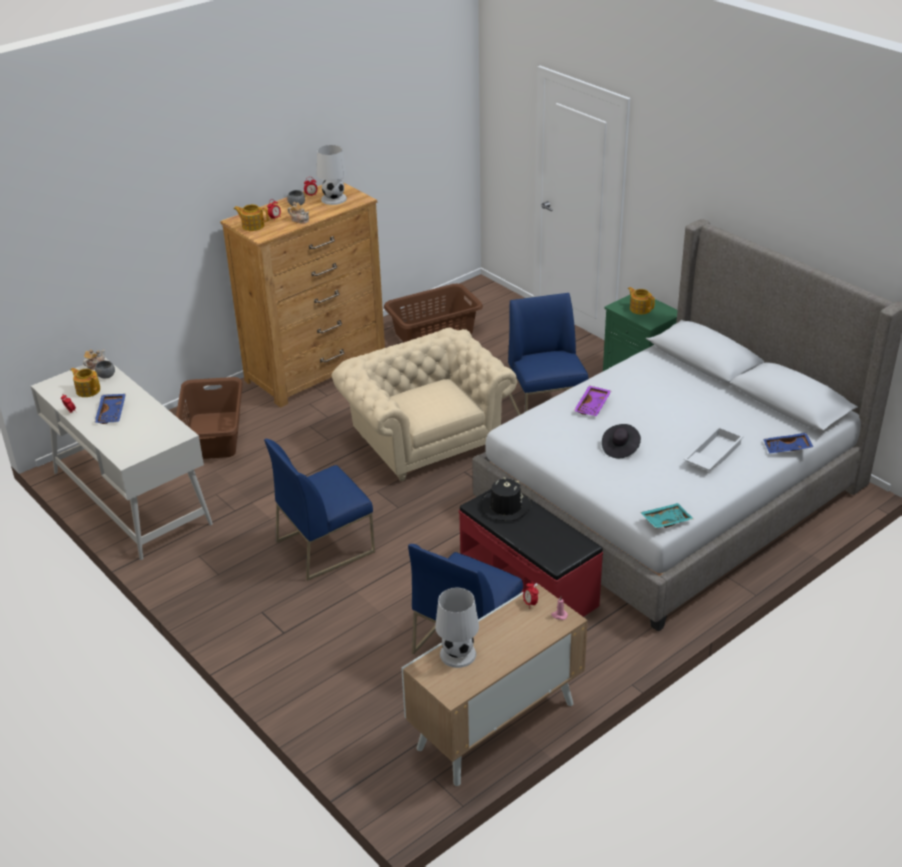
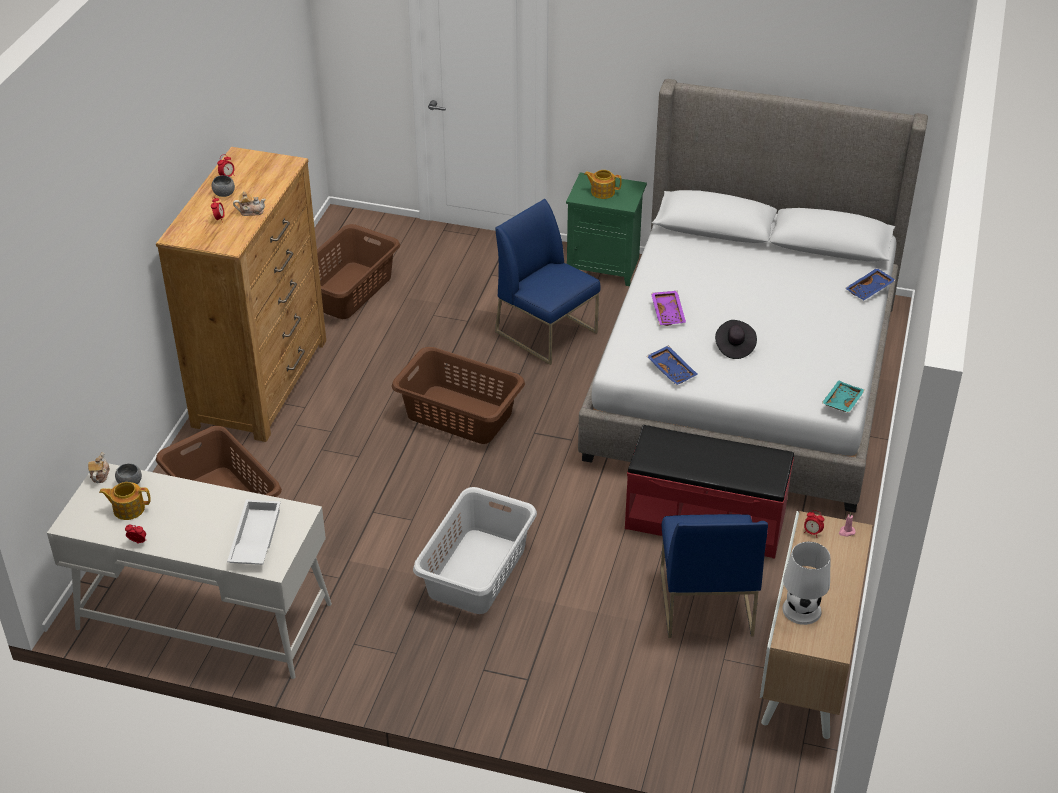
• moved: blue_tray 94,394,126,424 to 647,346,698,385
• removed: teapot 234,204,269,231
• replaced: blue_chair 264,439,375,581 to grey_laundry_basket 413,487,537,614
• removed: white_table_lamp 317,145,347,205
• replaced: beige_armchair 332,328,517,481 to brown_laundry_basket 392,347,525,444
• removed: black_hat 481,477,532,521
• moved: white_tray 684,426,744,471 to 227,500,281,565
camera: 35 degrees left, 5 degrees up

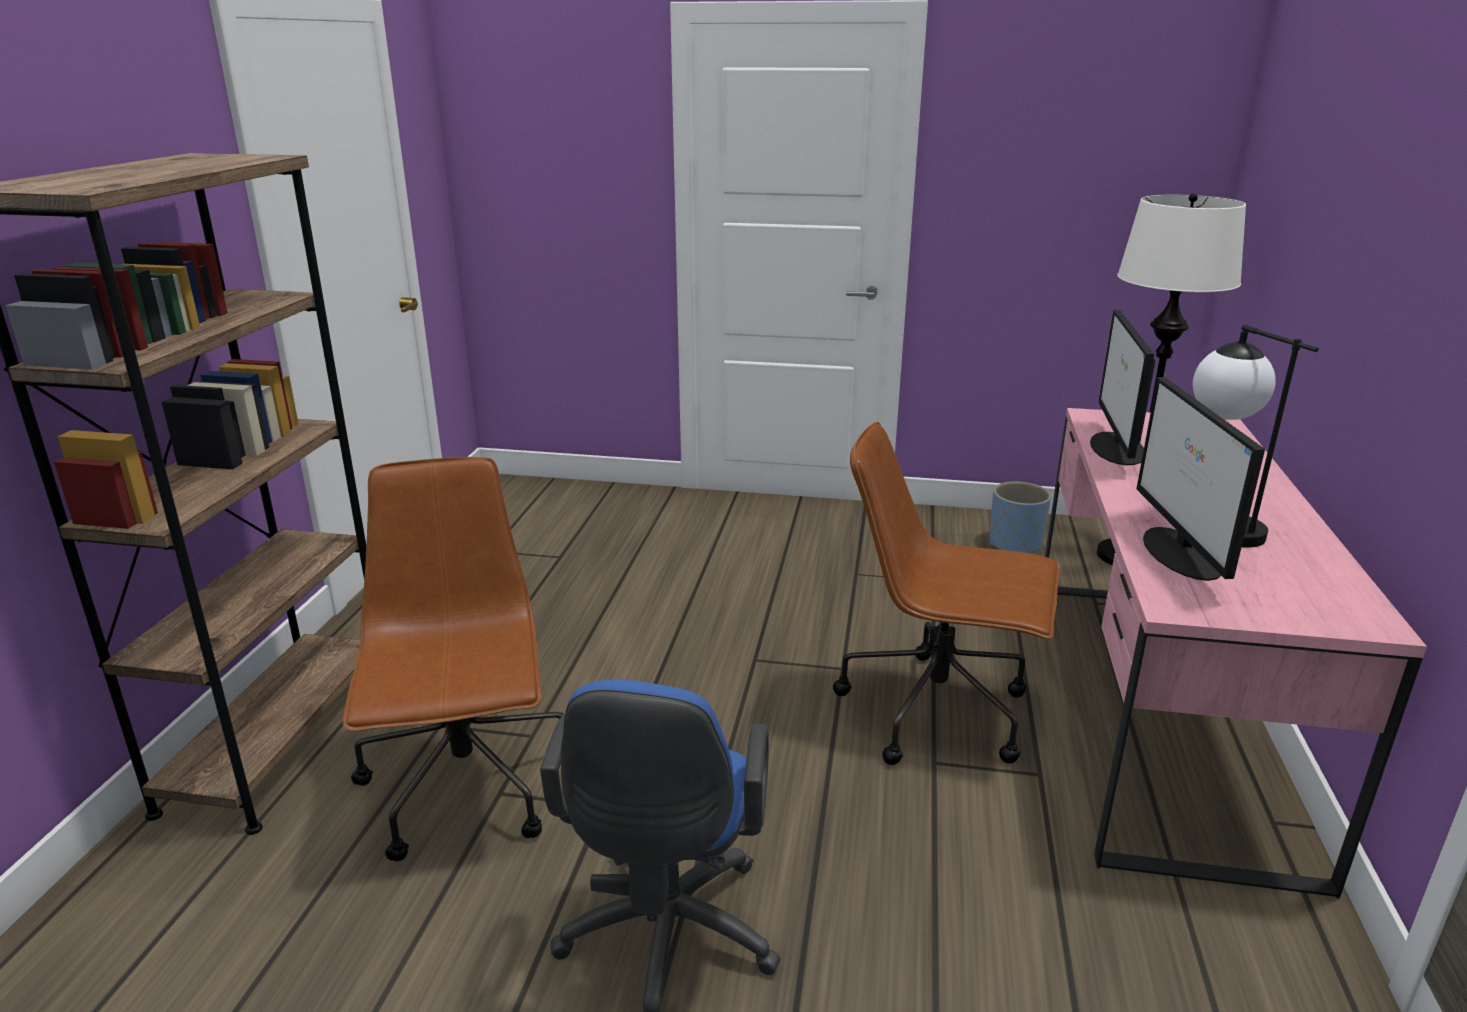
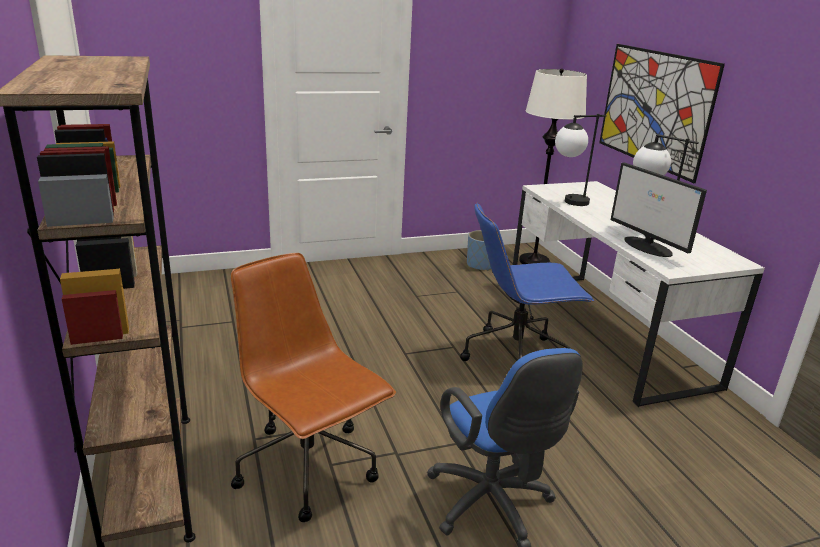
• recoloured: brown_office_chair 833,422,1060,765 to blue_office_chair 460,203,594,361
• recoloured: pink_desk 1045,408,1427,899 to white_desk 513,181,765,407
• replaced: monitor 1090,310,1155,465 to table_lamp 555,114,607,206
• added: picture 599,44,725,183
camera: 30 degrees left, 0 degrees up

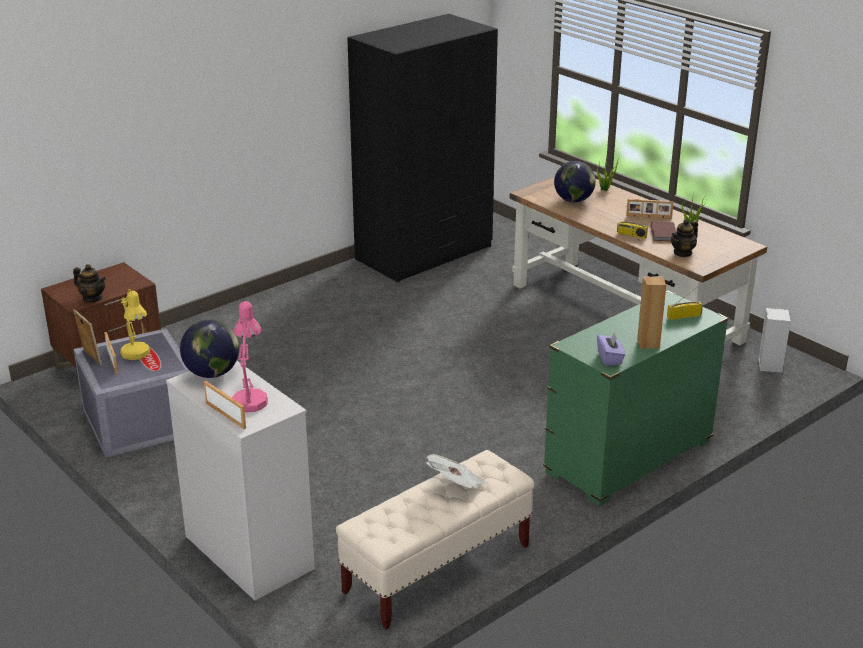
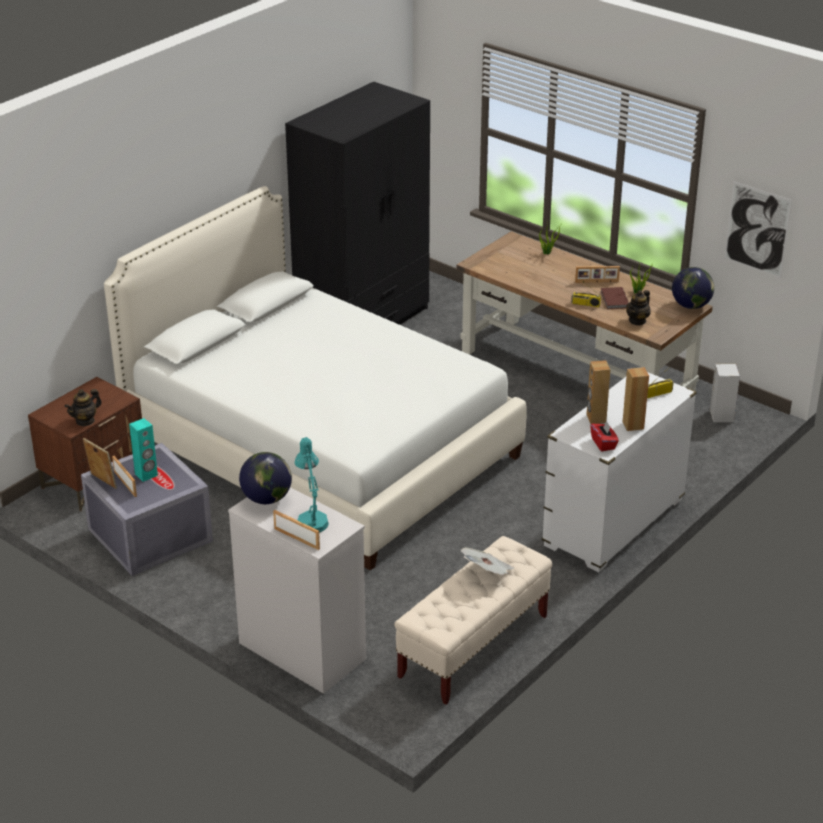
• turned: teapot 73,264,106,302 = 65,389,102,426 120 degrees clockwise
• replaced: yellow_table_lamp 120,289,150,360 to turquoise_speaker 129,418,158,482
• recoloured: pink_table_lamp 232,301,268,412 to turquoise_table_lamp 294,437,329,533
• recoloured: green_dresser 543,290,729,506 to white_dresser 542,372,697,573
• moved: globe 554,161,596,202 to 672,267,714,309
• recoloured: purple_tissue_box 597,333,625,366 to red_tissue_box 590,420,619,451
• added: white_bed 104,186,527,571
• added: brown_speaker 587,360,610,424
• added: picture 724,181,792,278
camera: 10 degrees left, 5 degrees up

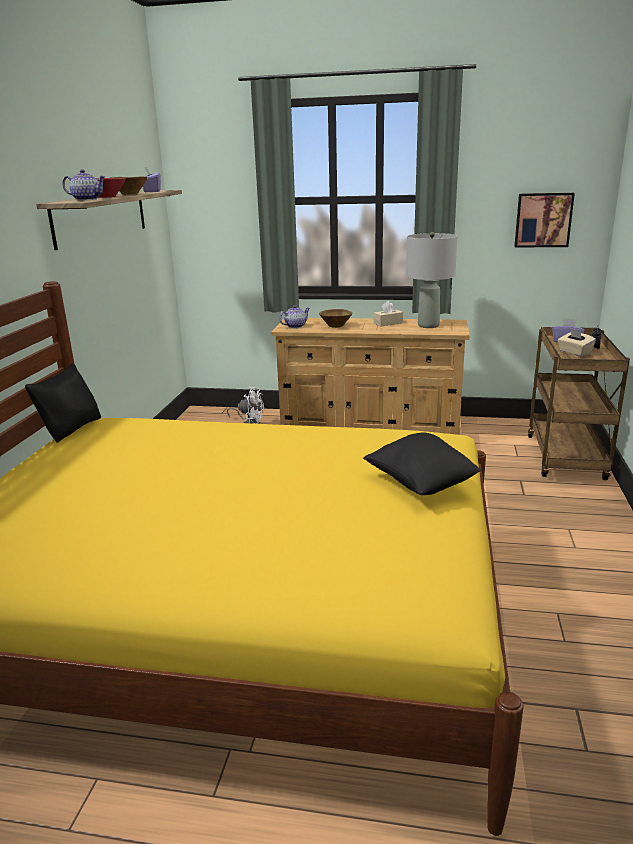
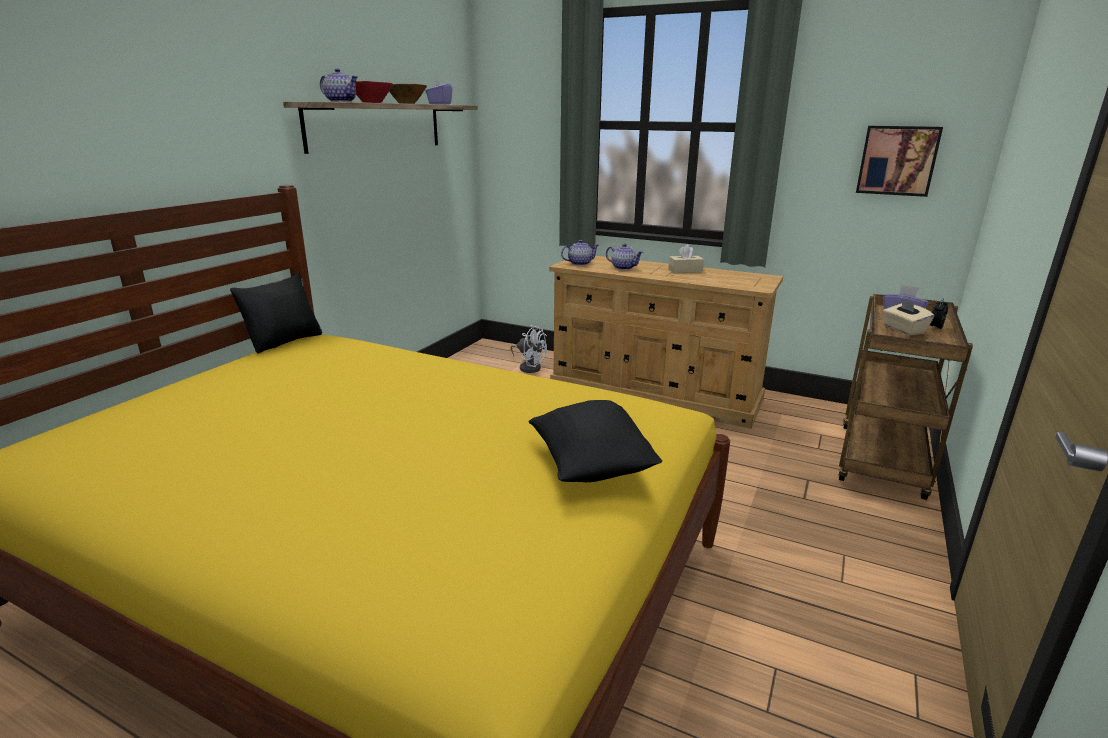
• replaced: brown_bowl 319,309,352,328 to teapot 606,243,643,270
• removed: grey_table_lamp 406,232,458,328
camera: 15 degrees right, 0 degrees up

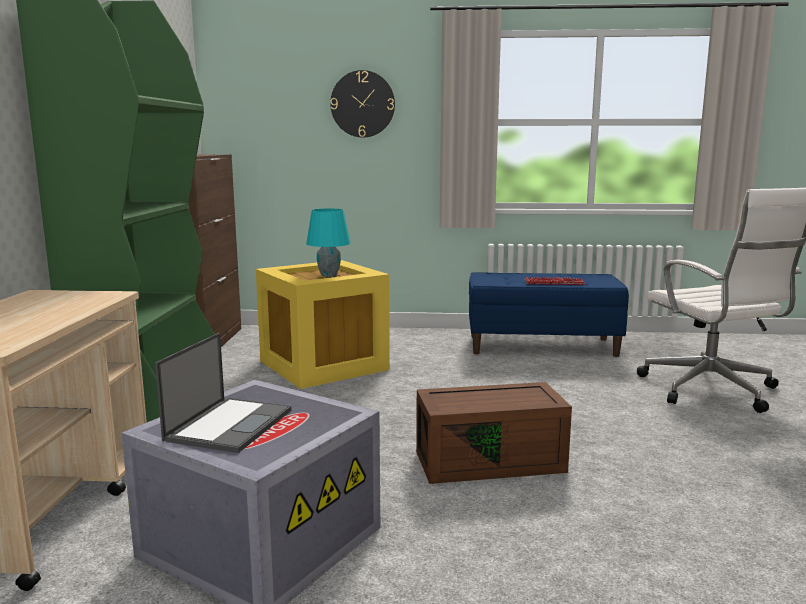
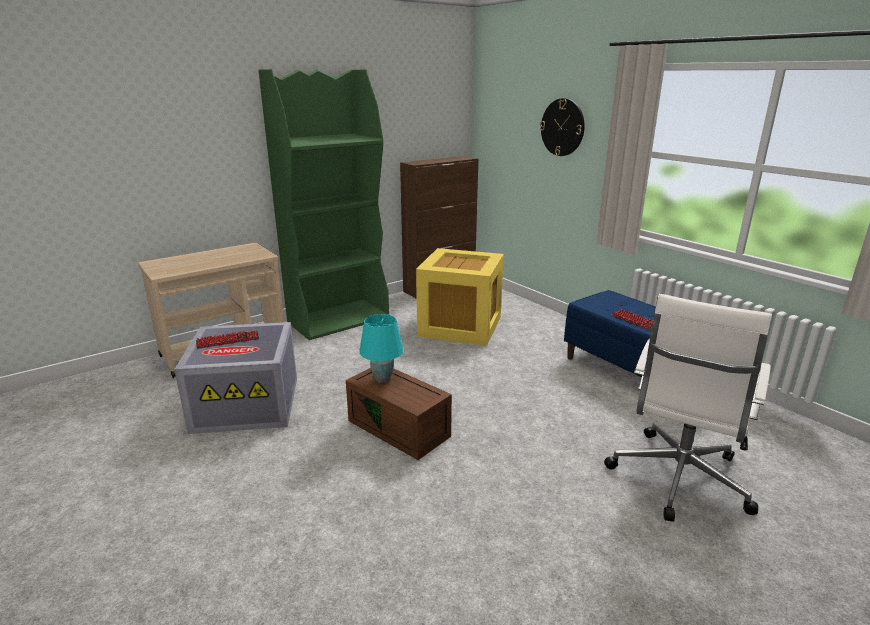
• replaced: laptop 155,333,291,453 to keyboard 196,330,259,349
• moved: turquoise_table_lamp 306,208,351,277 to 359,314,404,383
camera: 50 degrees right, 10 degrees up

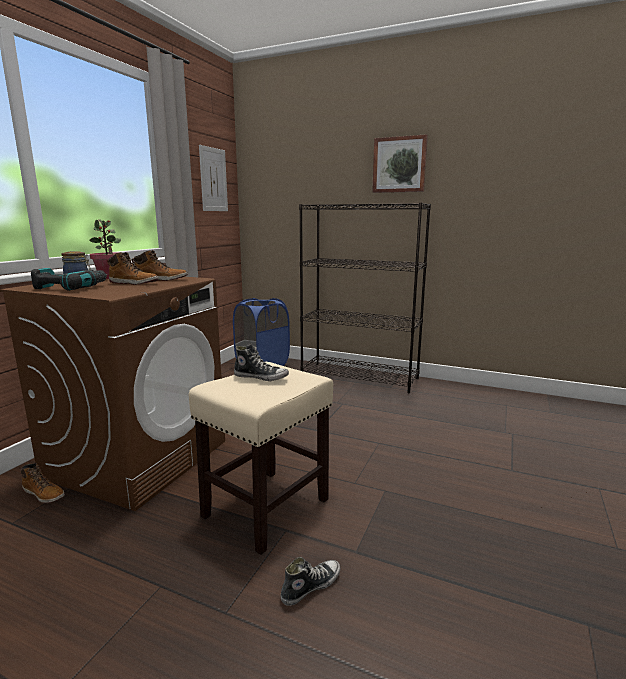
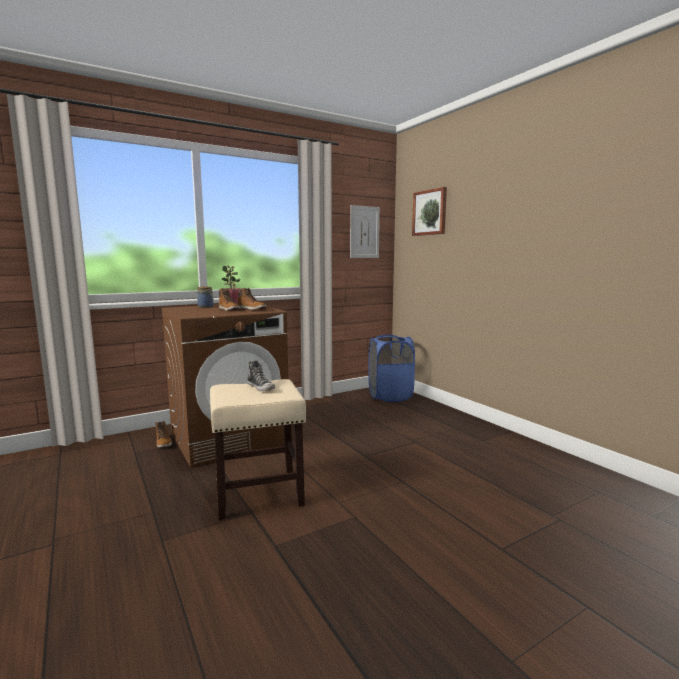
• removed: power_drill 31,268,107,291
• removed: shoe 280,557,341,606
• removed: black_bookcase 299,202,431,393
• moved: picture 372,134,428,193 to 412,187,447,236
camera: 35 degrees right, 5 degrees down

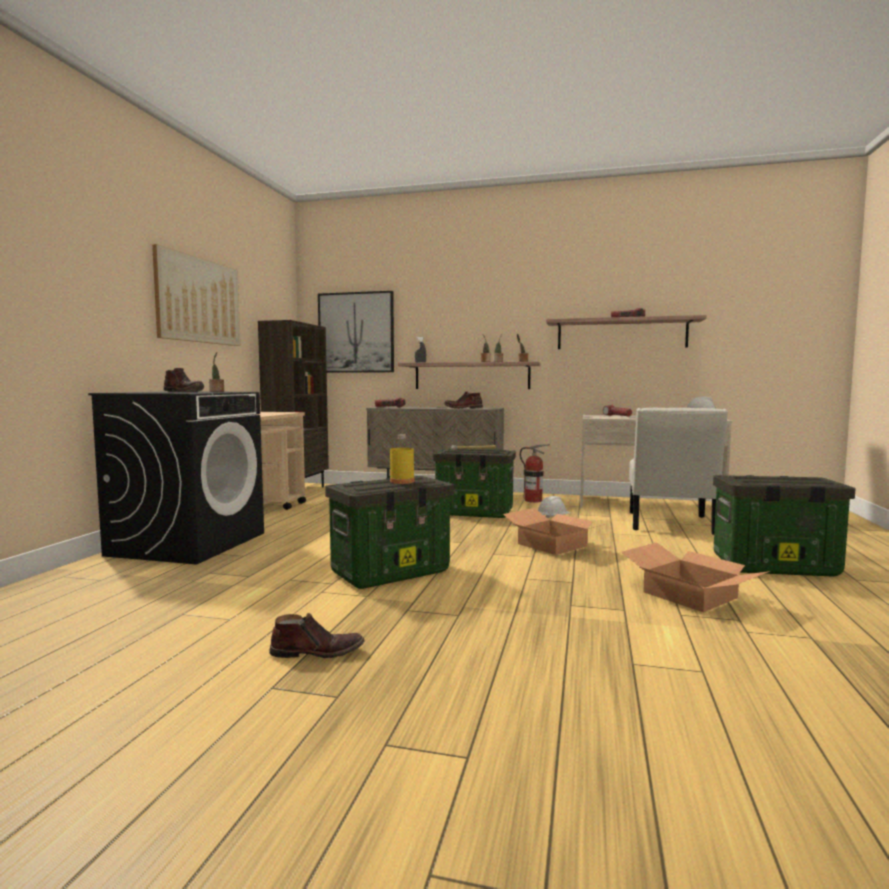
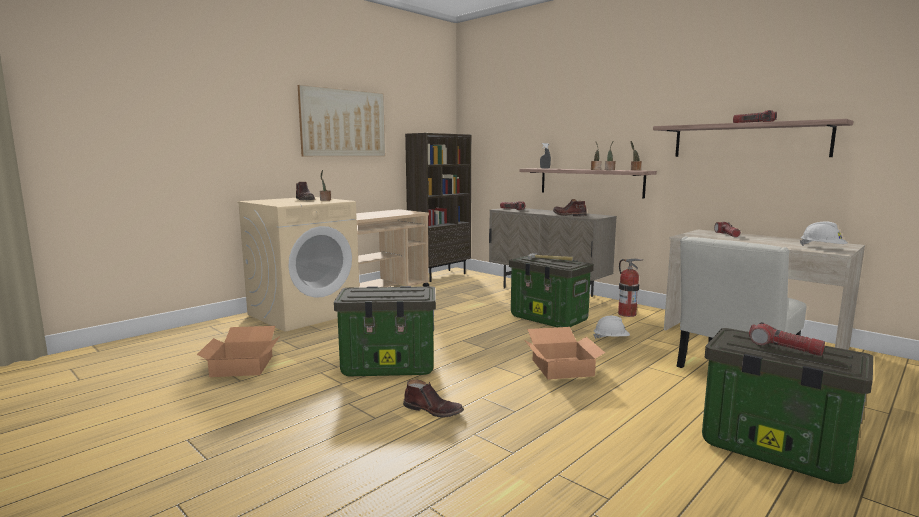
• recoloured: black_washing_machine 88,391,264,565 to beige_washing_machine 237,197,359,332
• moved: brown_boot 269,613,364,658 to 403,380,464,418
• removed: picture 318,291,394,373
• removed: yellow_bottle 390,435,414,484
• moved: cardboard_box 622,542,770,612 to 197,326,280,377
• added: flashlight 749,322,825,356
camera: 30 degrees right, 5 degrees up

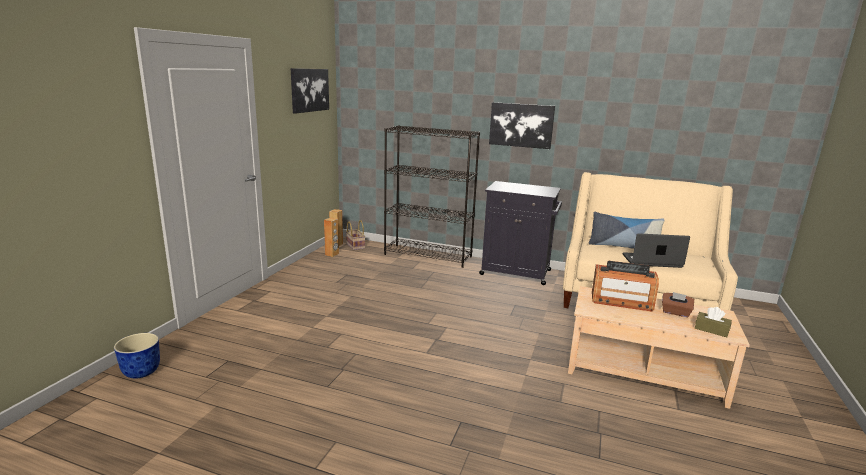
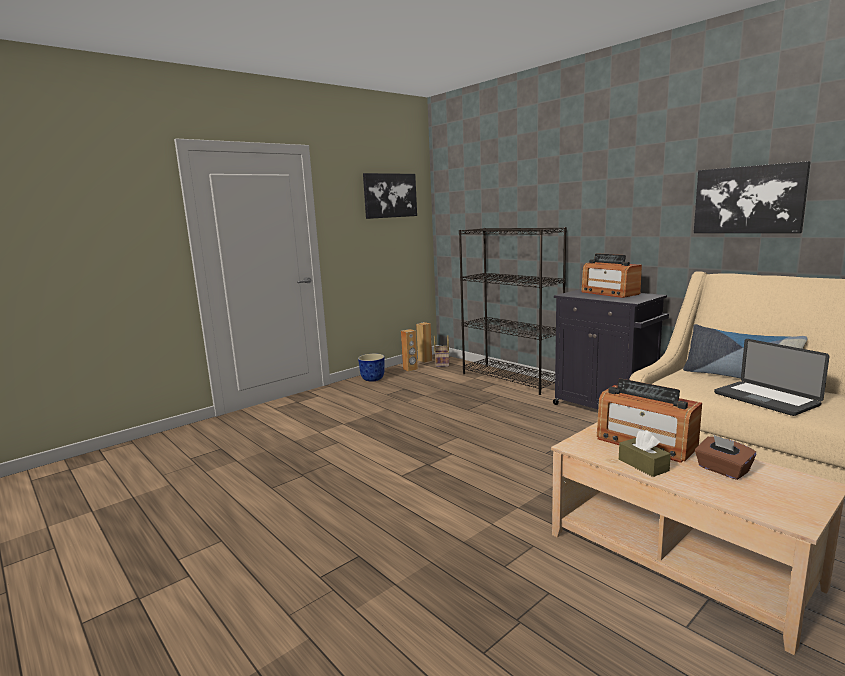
• moved: planter 114,333,160,378 to 358,354,385,382
• moved: picture 489,102,555,149 to 694,161,811,233
• turned: laptop 623,233,690,268 = 714,339,830,416 150 degrees counterclockwise
• moved: brown_tissue_box 695,307,732,337 to 619,430,671,477
• added: radio 581,253,642,298
camera: 30 degrees right, 5 degrees down

